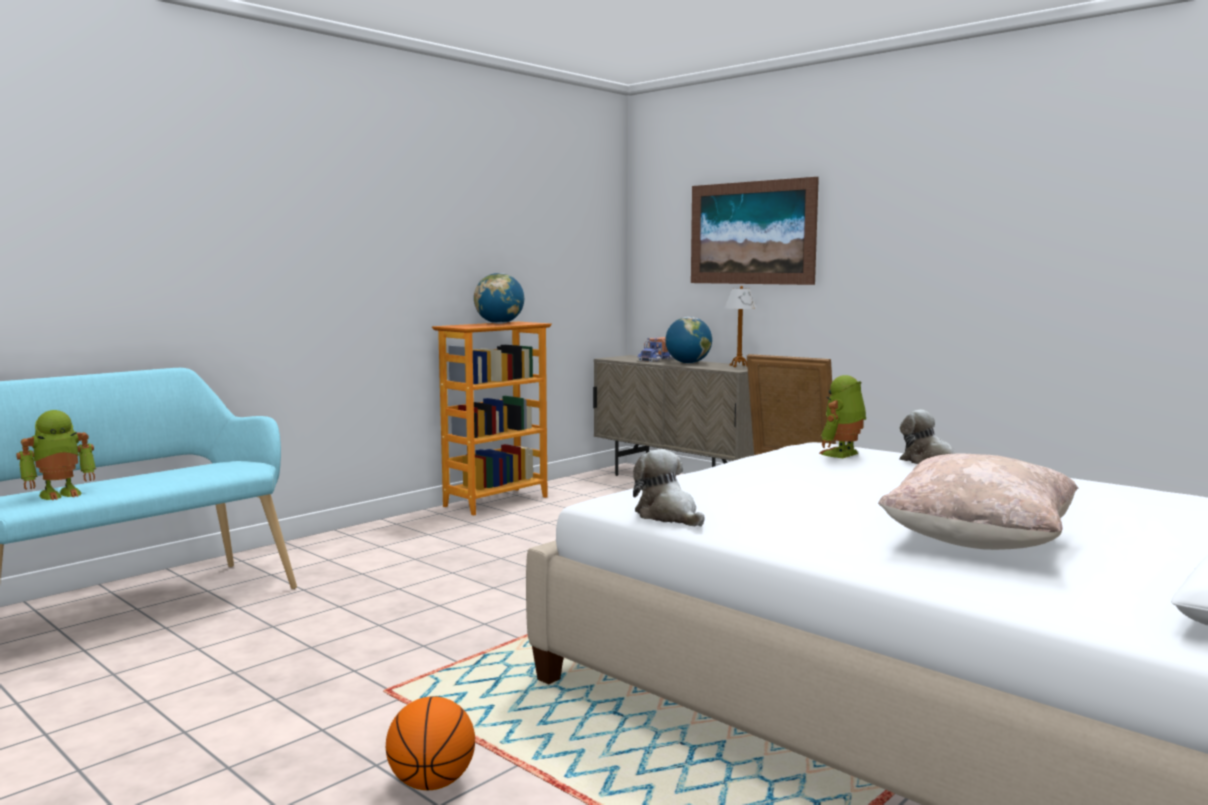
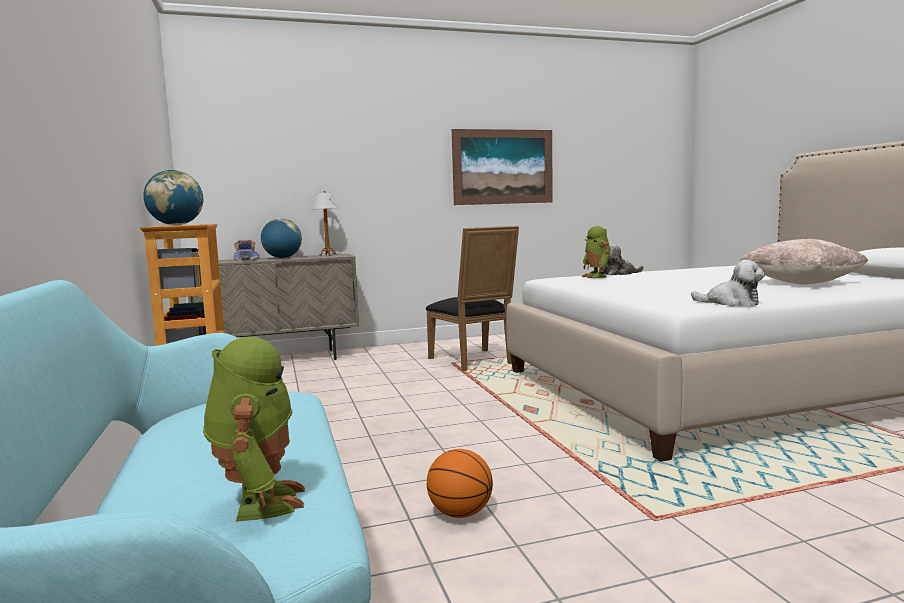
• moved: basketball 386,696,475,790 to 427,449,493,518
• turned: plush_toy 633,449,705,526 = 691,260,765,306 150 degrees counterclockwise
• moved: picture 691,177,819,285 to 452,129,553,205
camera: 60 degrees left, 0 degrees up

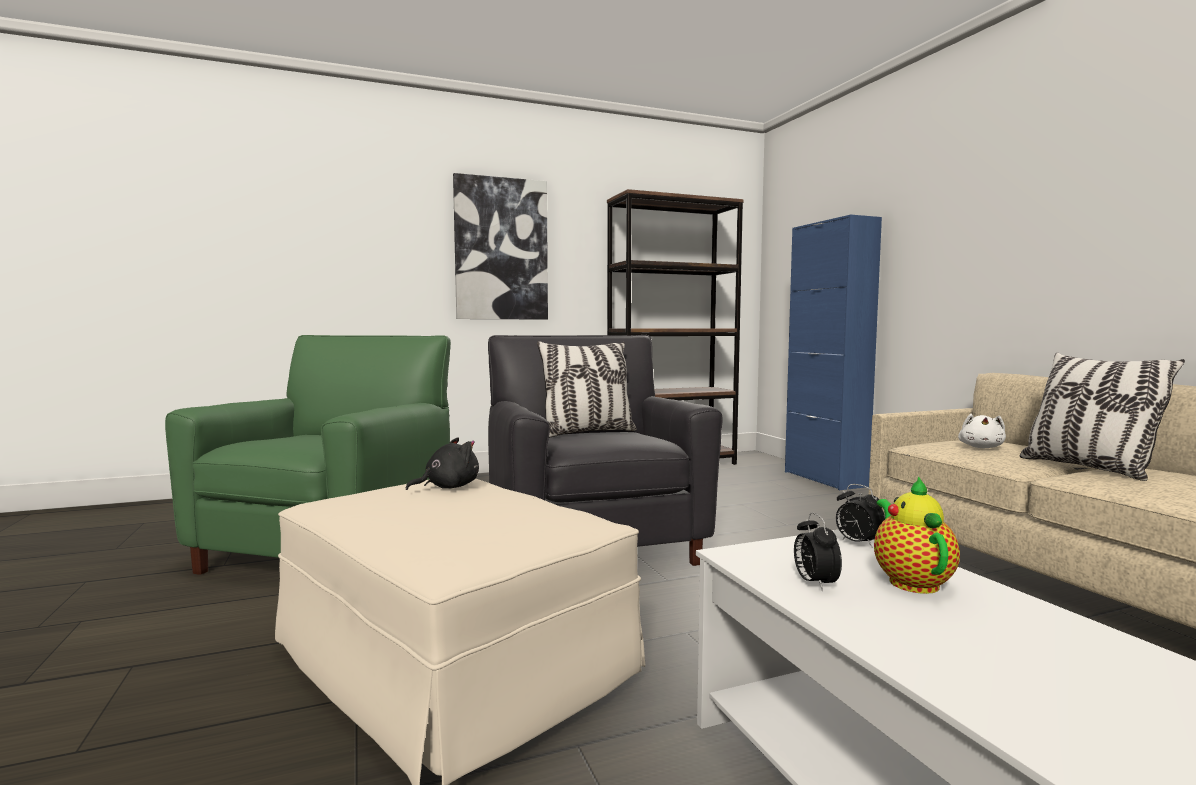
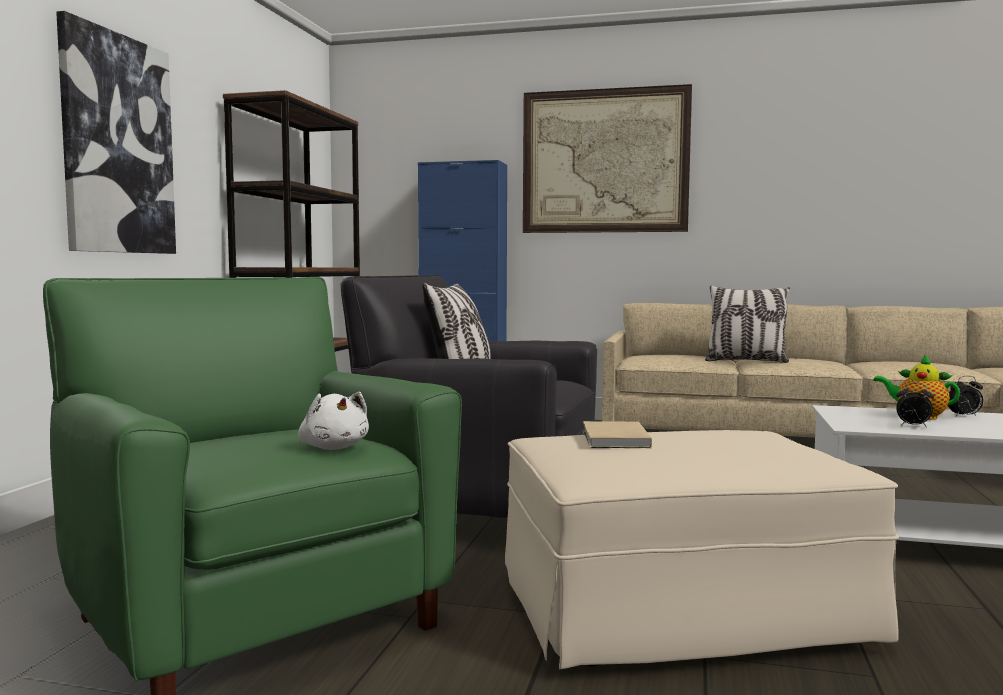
• replaced: black_plush_toy 406,437,479,490 to beige_book 583,421,652,448
• moved: alarm_clock 836,484,885,548 to 948,376,983,416
• moved: white_plush_toy 958,414,1006,448 to 298,392,369,450
• added: picture 523,84,692,233
camera: 55 degrees left, 0 degrees up

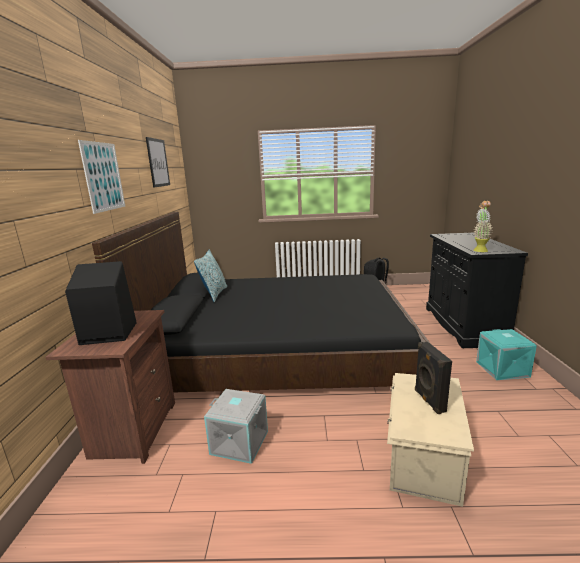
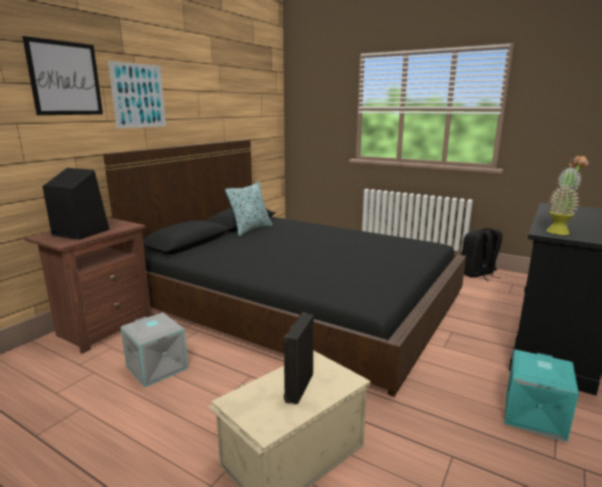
• moved: picture 146,137,170,188 to 22,36,103,115
camera: 30 degrees right, 0 degrees up

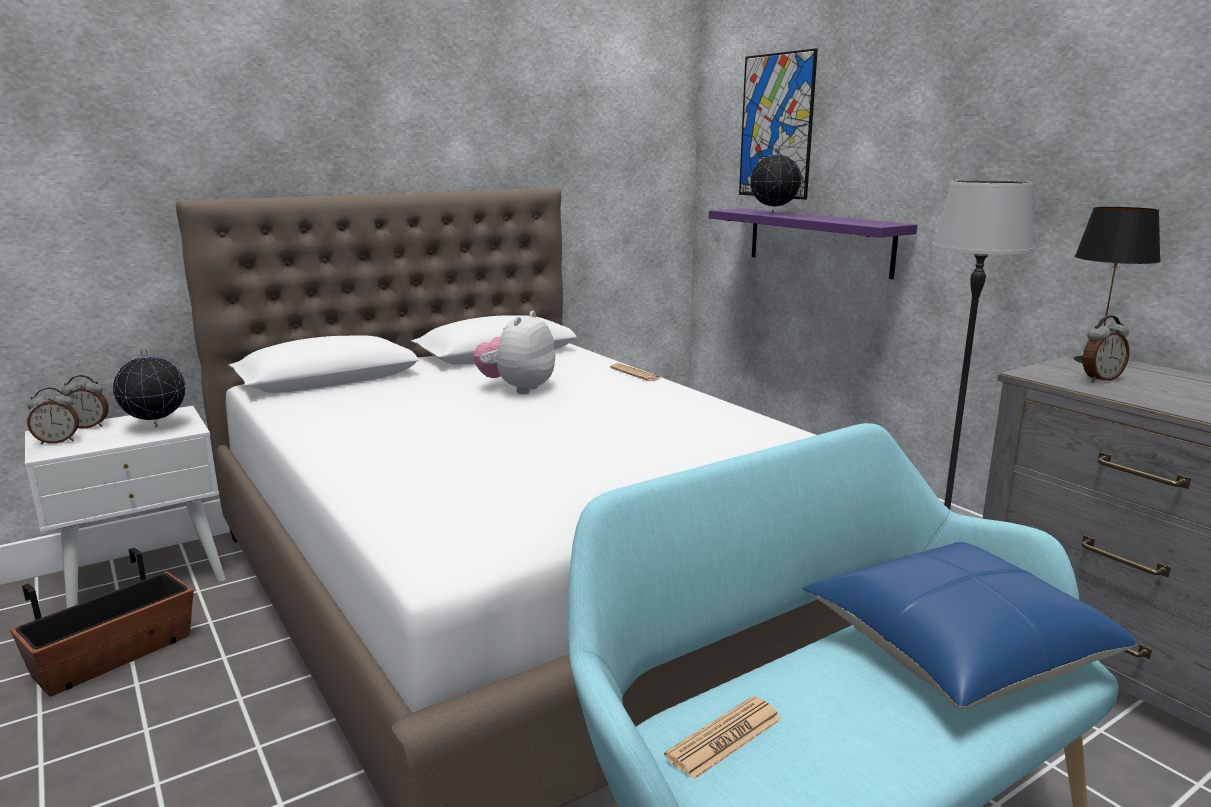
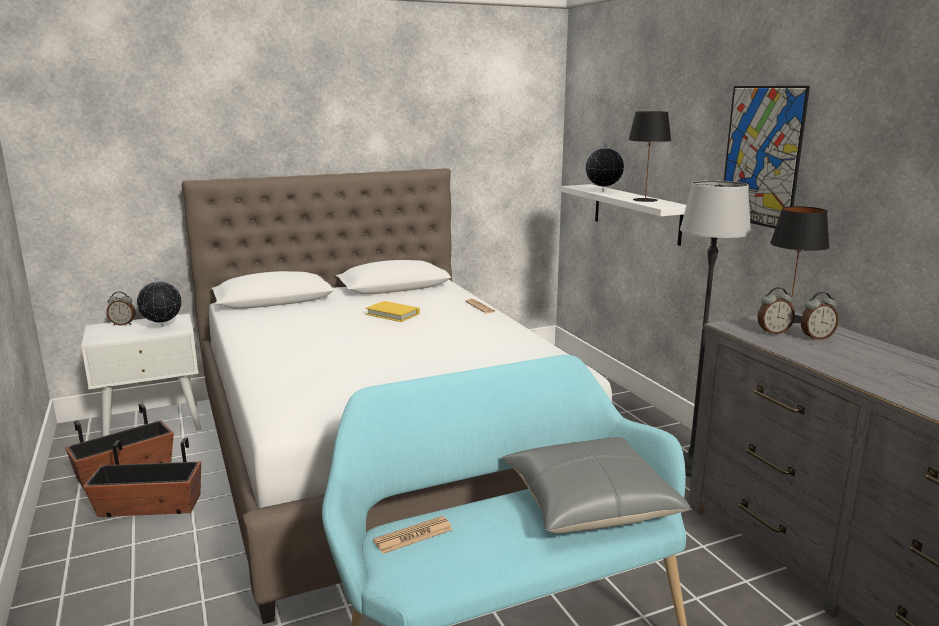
• moved: alarm_clock 27,388,79,444 to 801,292,839,340
• replaced: plush_toy 473,311,555,394 to yellow_book 366,301,420,322
• recoloured: purple_shelf 708,208,917,279 to white_shelf 561,184,686,246
• moved: picture 739,48,818,200 to 724,86,810,228
• recoloured: blue_pillow 802,542,1137,709 to grey_pillow 501,437,691,533
• added: planter 83,438,201,517
• added: black_table_lamp 628,111,671,202
camera: 10 degrees right, 0 degrees up

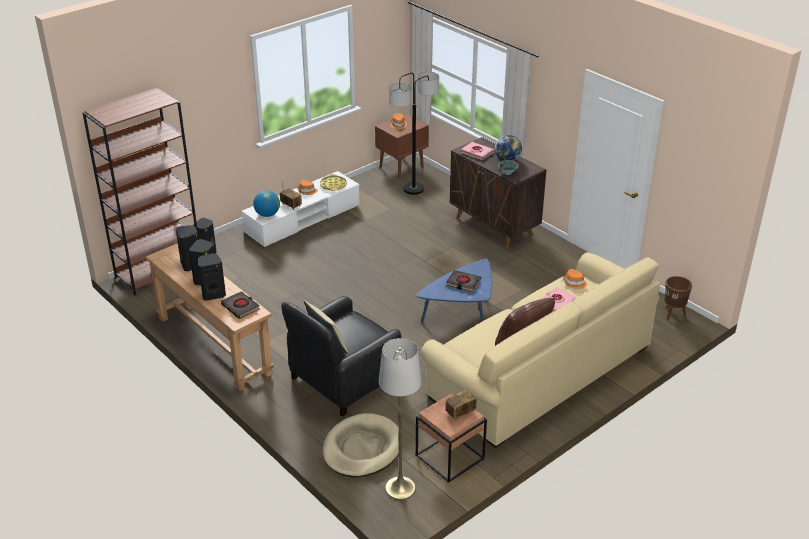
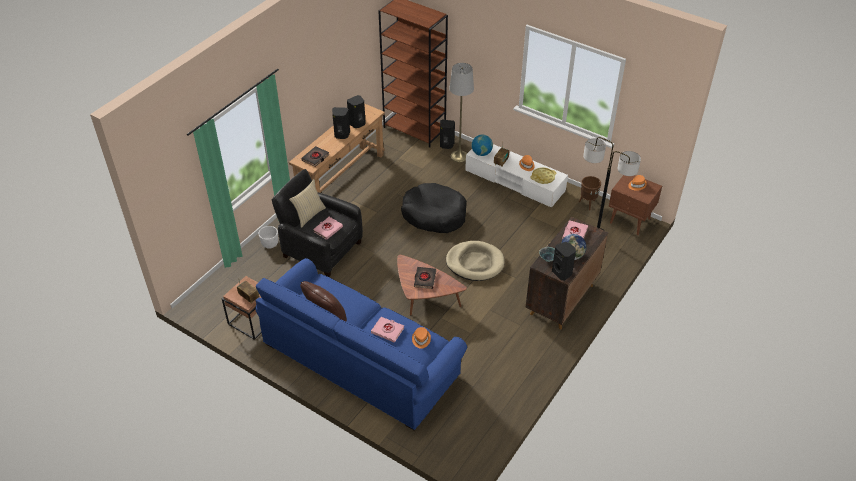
• moved: black_speaker 198,254,226,301 to 552,242,576,281
• moved: beige_dog_bed 322,413,399,478 to 446,241,505,281
• moved: grey_floor_lamp 379,338,422,500 to 449,63,474,162
• recoloured: blue_coffee_table 416,258,492,323 to brown_coffee_table 397,255,467,316
• recoloured: beige_sofa 421,252,660,448 to blue_sofa 255,258,467,431
• moved: brown_planter 664,276,692,320 to 579,176,601,211
• added: white_planter 258,226,278,249
• added: pink_book 313,217,343,240
• added: black_dog_bed 401,183,467,233
camera: 75 degrees right, 10 degrees up

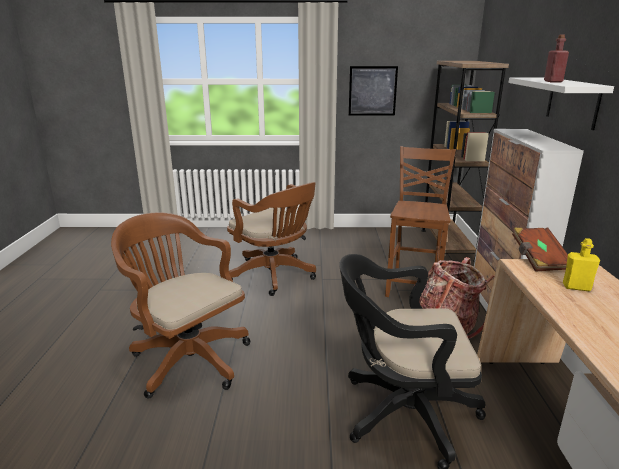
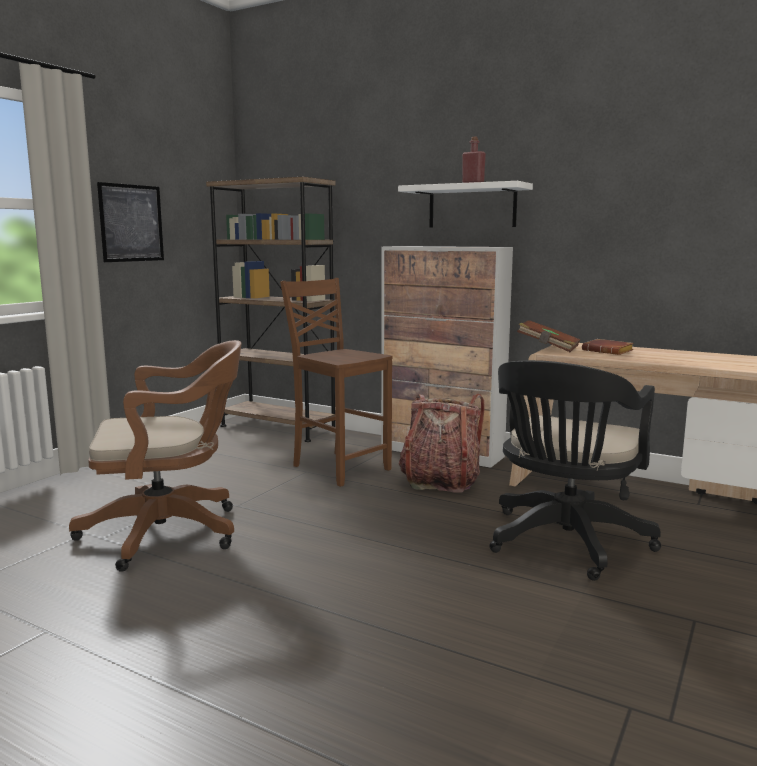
• removed: brown_office_chair 111,212,250,399
• replaced: yellow_bottle 563,238,600,291 to brown_book 582,339,634,355
camera: 60 degrees left, 10 degrees down

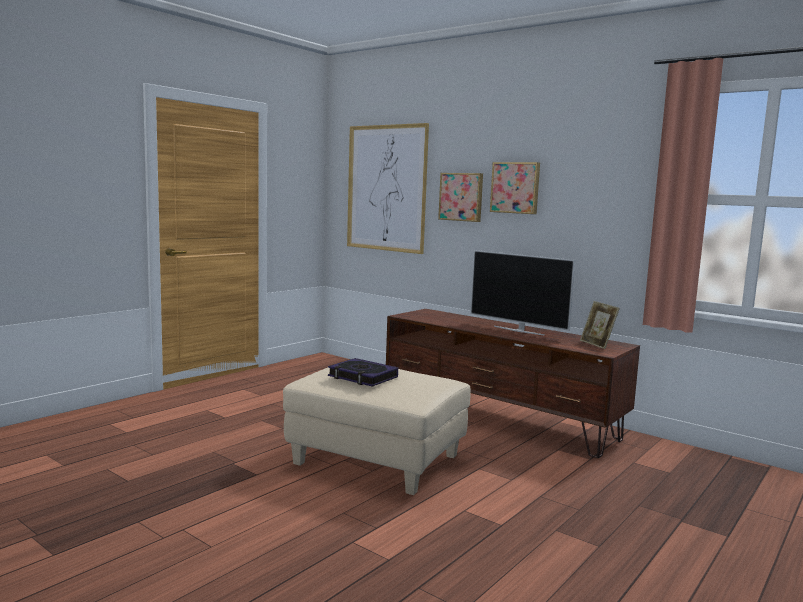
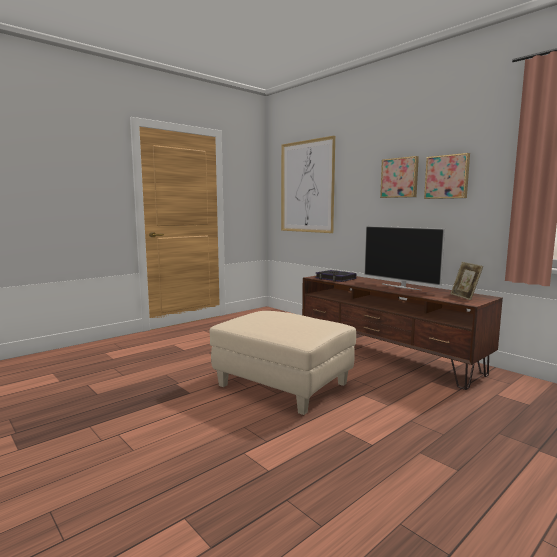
• moved: book 328,358,398,387 to 315,270,356,282
• moved: picture 438,173,483,222 to 424,153,470,199
camera: 10 degrees right, 0 degrees up

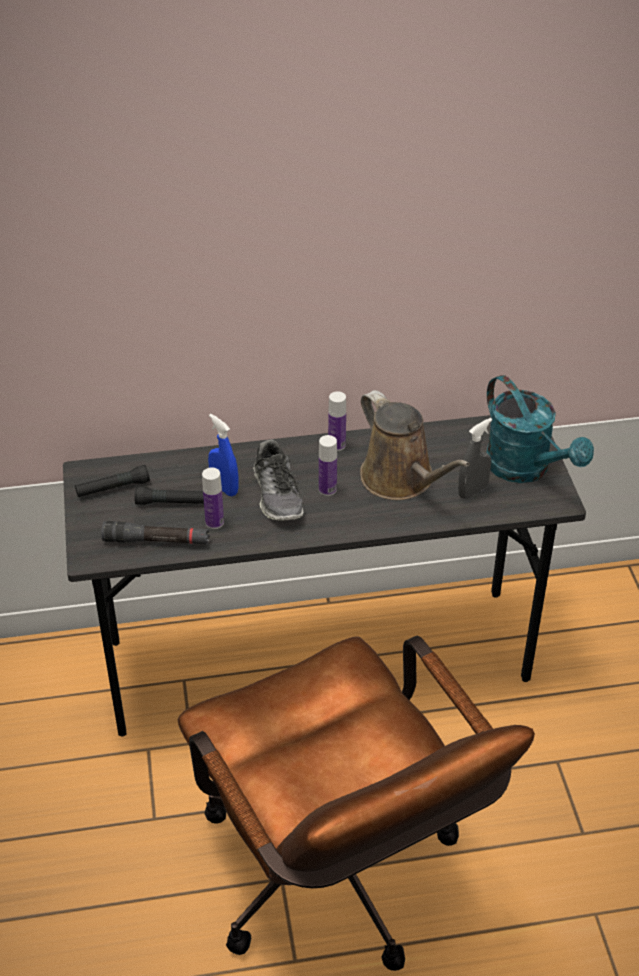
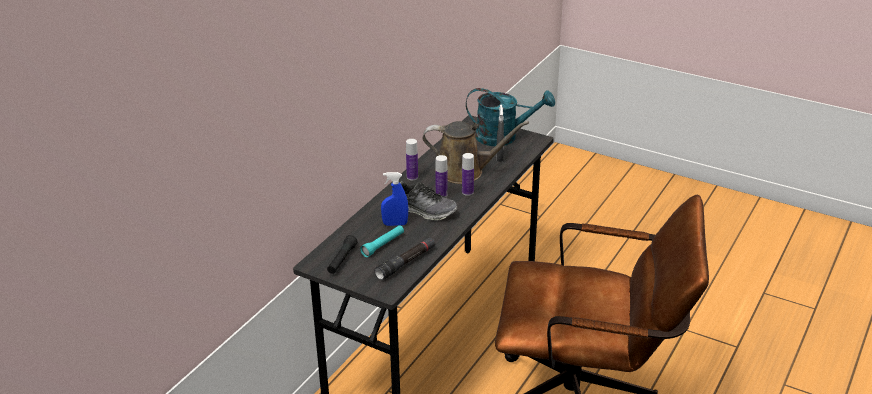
• recoloured: black_flashlight 135,487,204,505 to turquoise_flashlight 360,225,404,257
• moved: bottle 202,467,224,529 to 462,153,474,196
camera: 50 degrees left, 10 degrees down

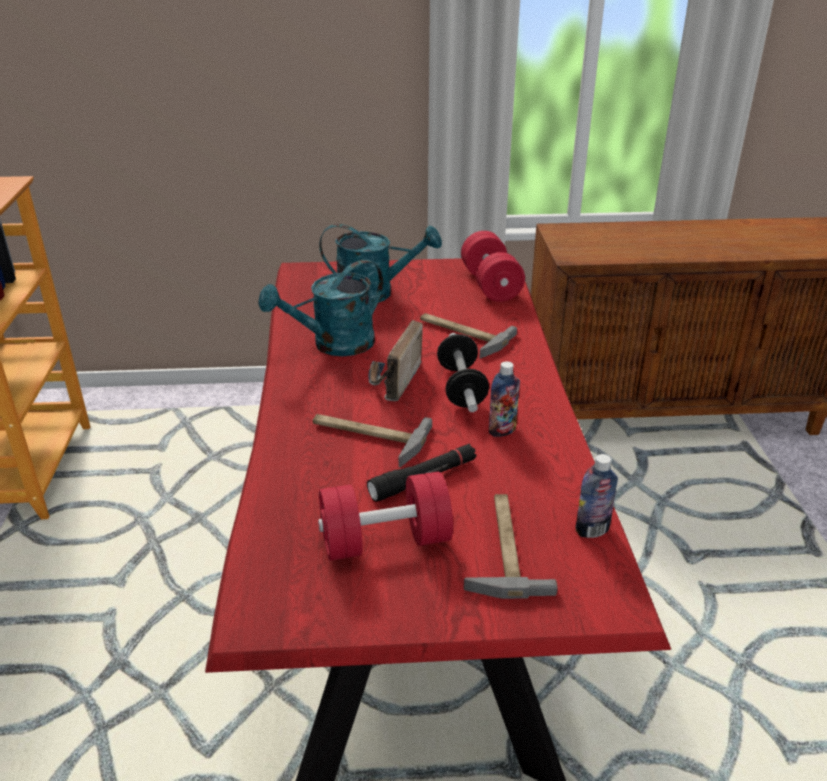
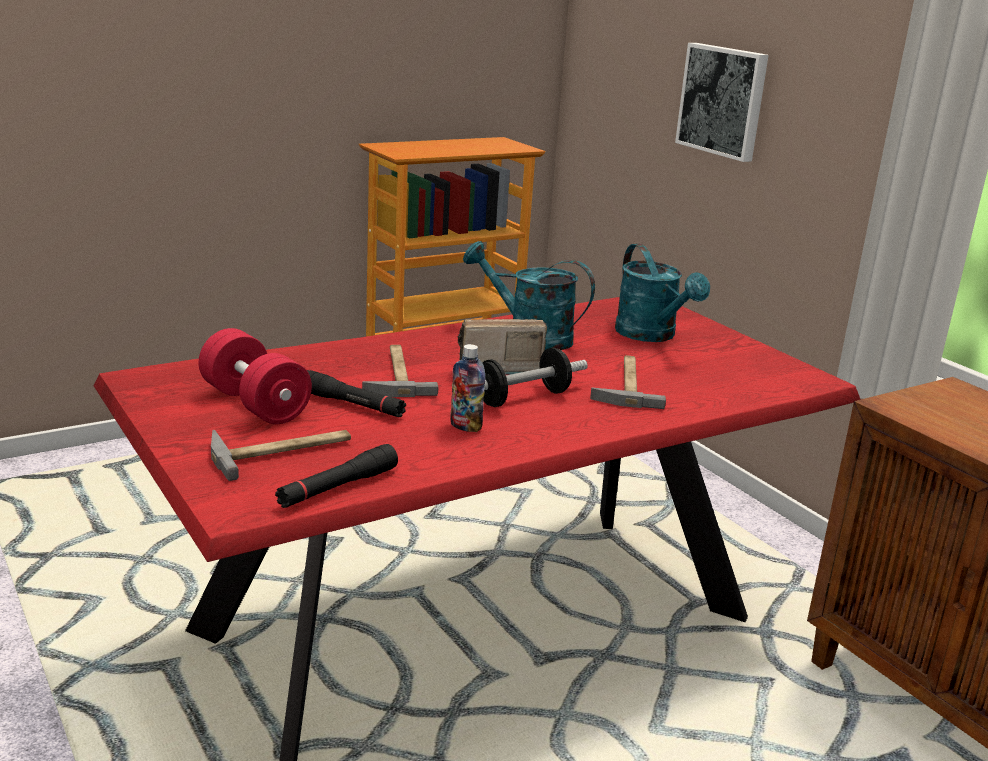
• removed: red_dumbbell 461,231,525,302
• replaced: bottle 575,454,618,538 to black_flashlight 275,444,398,508
• added: picture 675,43,769,162
camera: 60 degrees right, 10 degrees down

